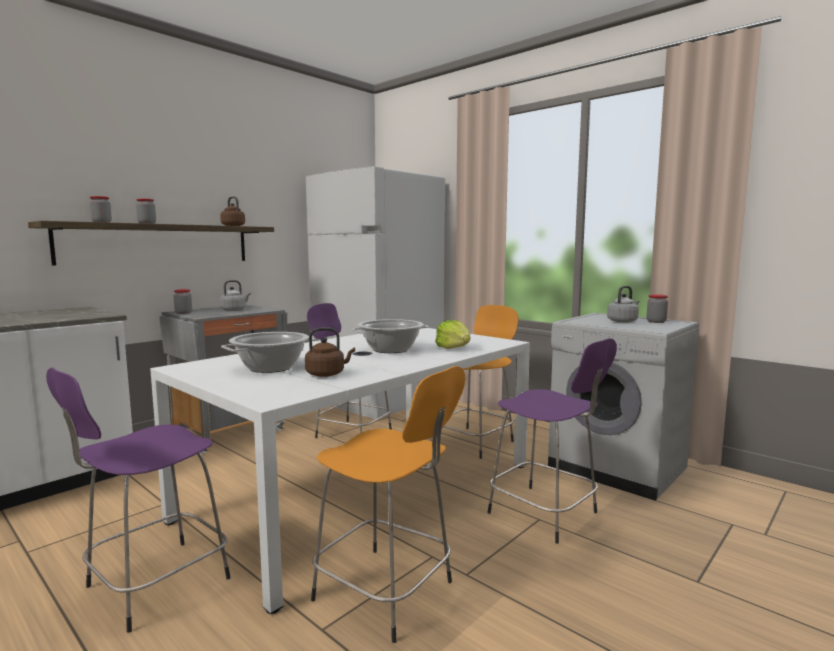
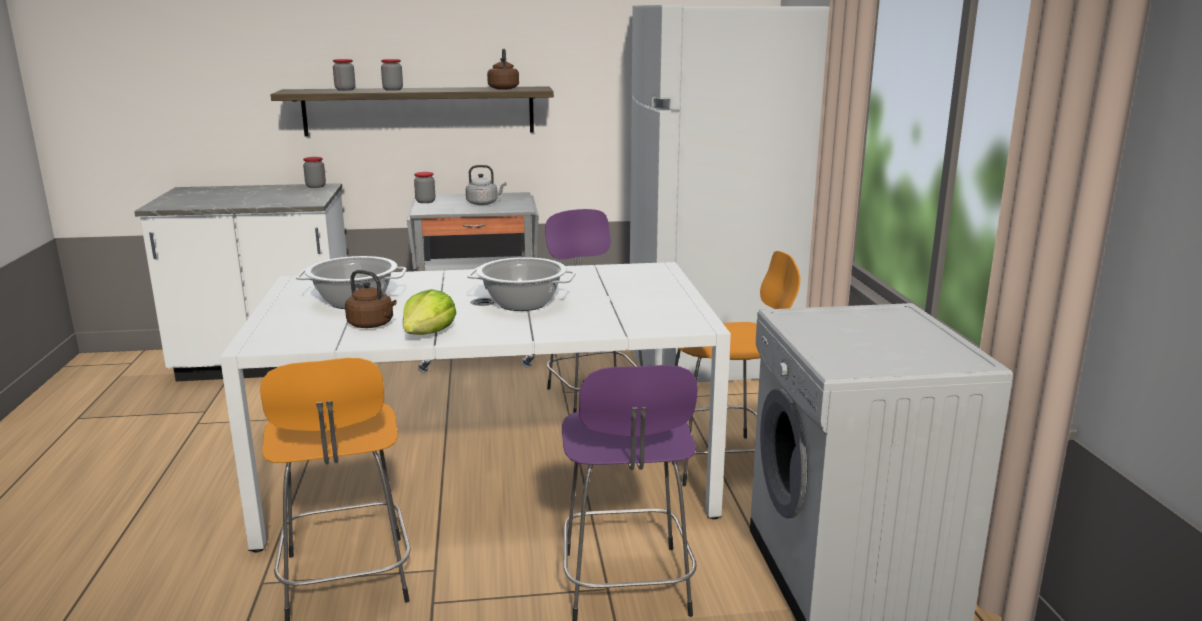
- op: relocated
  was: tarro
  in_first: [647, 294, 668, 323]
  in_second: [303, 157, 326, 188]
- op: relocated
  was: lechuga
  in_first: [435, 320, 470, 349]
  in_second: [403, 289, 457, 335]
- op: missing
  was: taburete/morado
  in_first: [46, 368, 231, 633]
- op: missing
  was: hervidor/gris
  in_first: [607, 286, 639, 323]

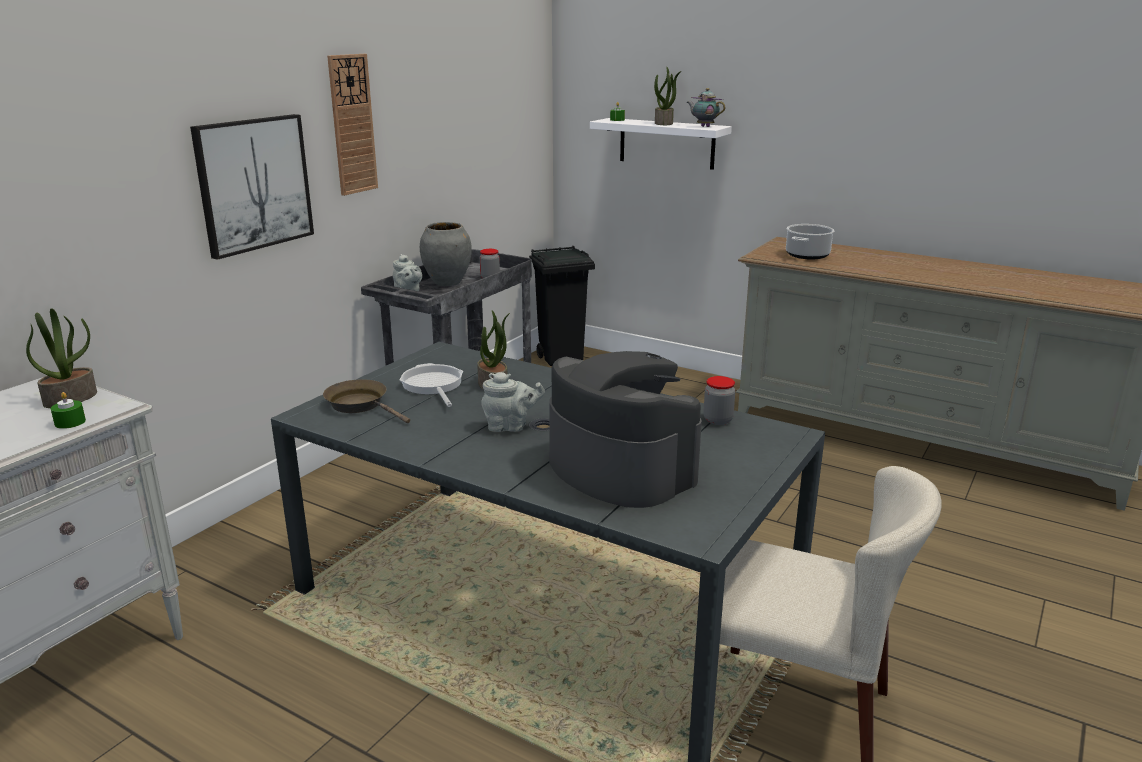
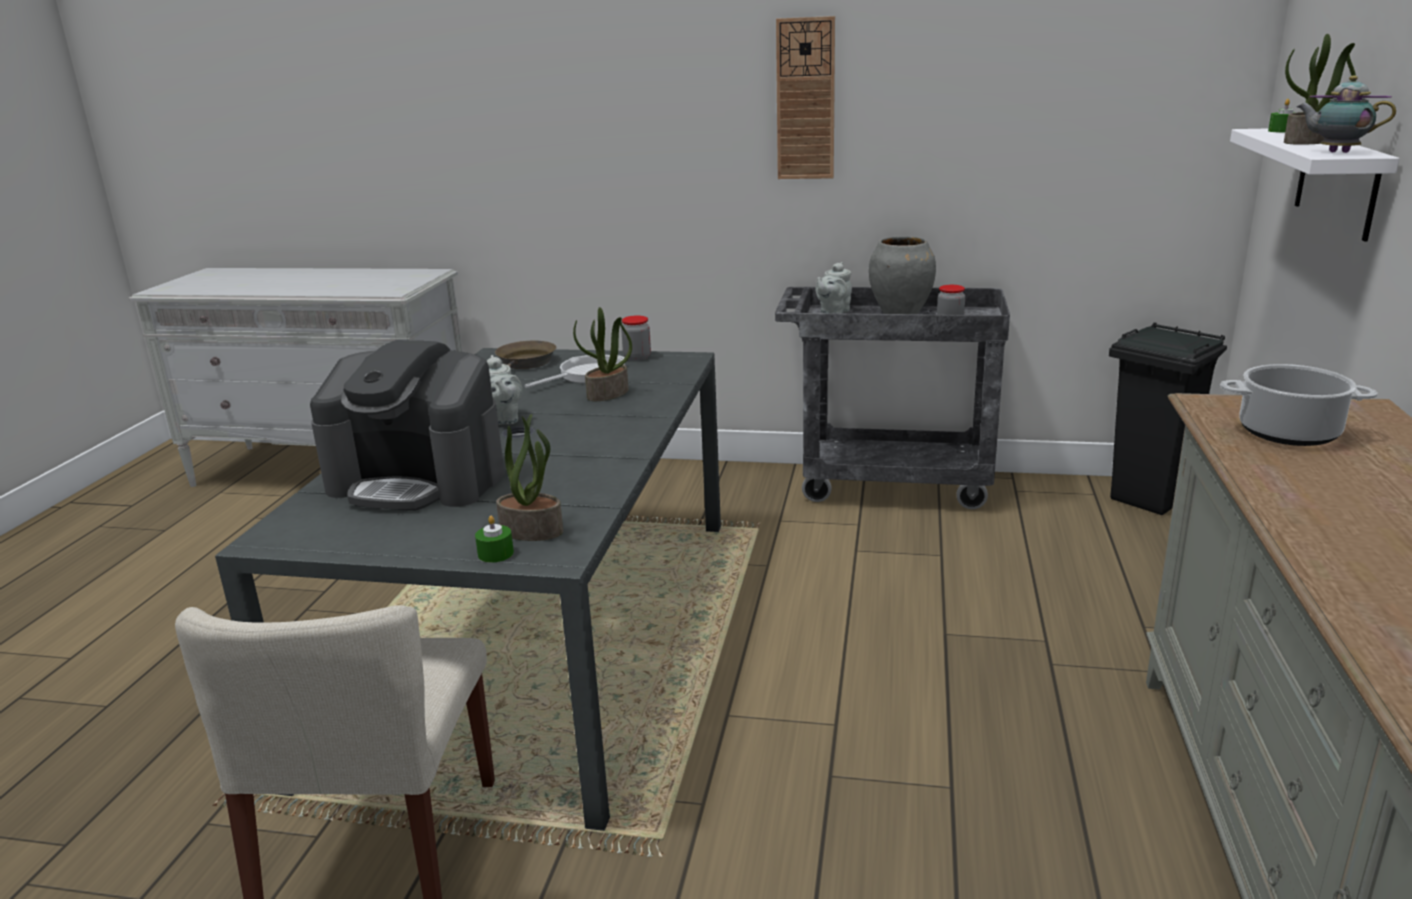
- op: spun
  was: cafetera
  in_first: [549, 351, 702, 508]
  in_second: [310, 340, 505, 511]
  clockwise: 75
- op: relocated
  was: vela/verde
  in_first: [51, 392, 86, 429]
  in_second: [475, 516, 514, 563]
- op: relocated
  was: planta en maceta
  in_first: [26, 308, 97, 408]
  in_second: [496, 414, 563, 541]
- op: relocated
  was: tarro
  in_first: [704, 376, 735, 425]
  in_second: [621, 315, 651, 361]
- op: spun
  was: tetera
  in_first: [687, 88, 725, 127]
  in_second: [1297, 76, 1396, 153]
  clockwise: -75
- op: missing
  was: cuadro
  in_first: [190, 114, 314, 260]

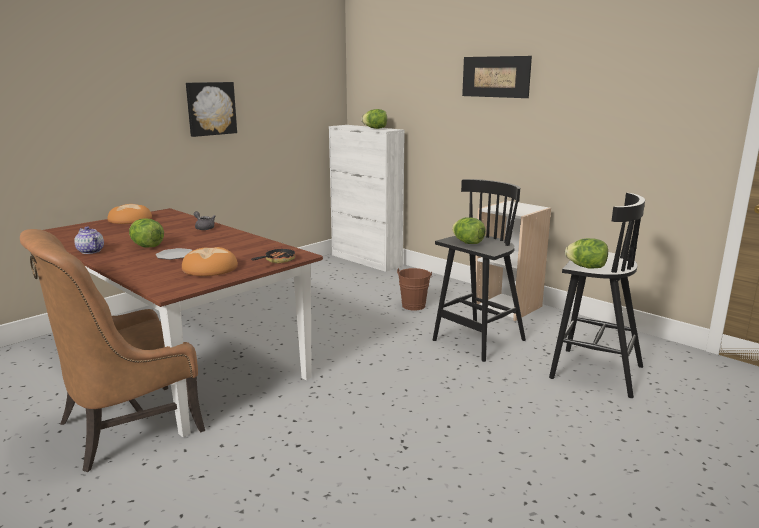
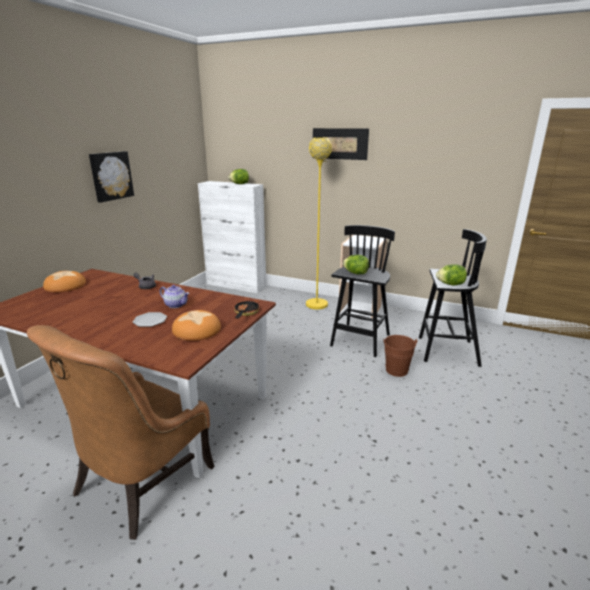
- op: relocated
  was: tetera
  in_first: [74, 226, 104, 254]
  in_second: [160, 285, 189, 308]
- op: appeared
  now: lámpara de pie/amarillo
  in_second: [306, 137, 332, 309]
- op: relocated
  was: cubo/marrón
  in_first: [397, 268, 432, 311]
  in_second: [383, 335, 417, 377]
- op: missing
  was: lechuga
  in_first: [129, 219, 164, 248]

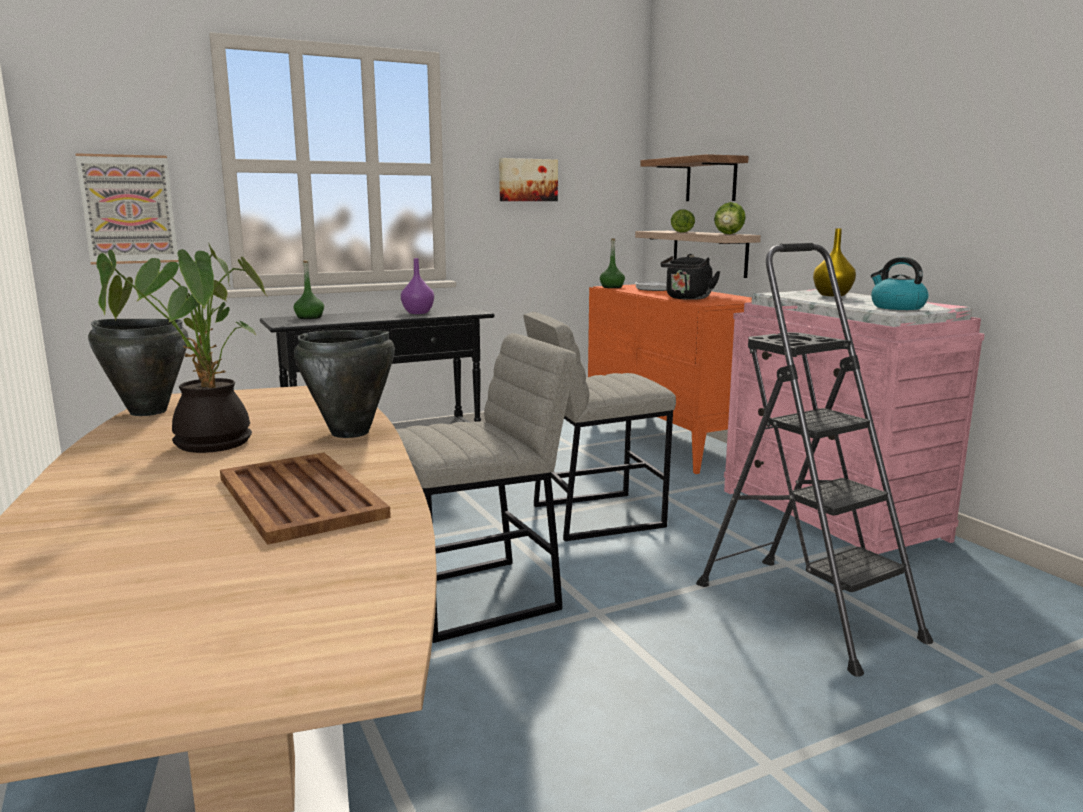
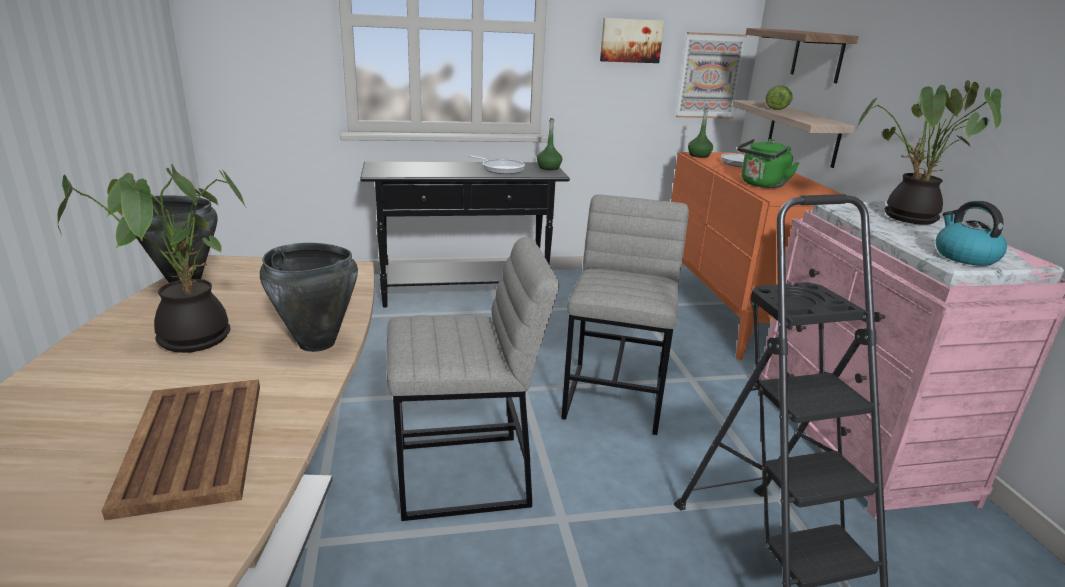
- op: exchanged
  was: florero/morado
  now: sartén
  in_first: [401, 258, 434, 314]
  in_second: [469, 155, 525, 174]
- op: relocated
  was: botella/verde
  in_first: [294, 260, 324, 319]
  in_second: [537, 118, 562, 170]
- op: spun
  was: silla/gris
  in_first: [523, 312, 676, 541]
  in_second: [561, 194, 689, 435]
  clockwise: 105
- op: relocated
  was: cuadro
  in_first: [75, 153, 178, 265]
  in_second: [676, 32, 747, 118]
- op: colour
  was: hervidor/negro
  now: hervidor/verde
  in_first: [660, 254, 721, 300]
  in_second: [737, 139, 799, 188]
- op: exchanged
  was: florero/amarillo
  now: planta en maceta
  in_first: [813, 229, 856, 296]
  in_second: [857, 80, 1002, 225]
- op: missing
  was: lechuga
  in_first: [714, 202, 746, 234]

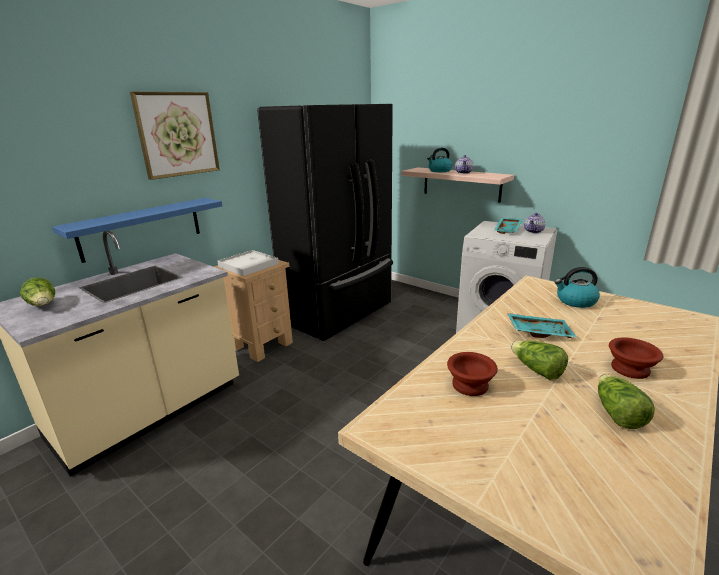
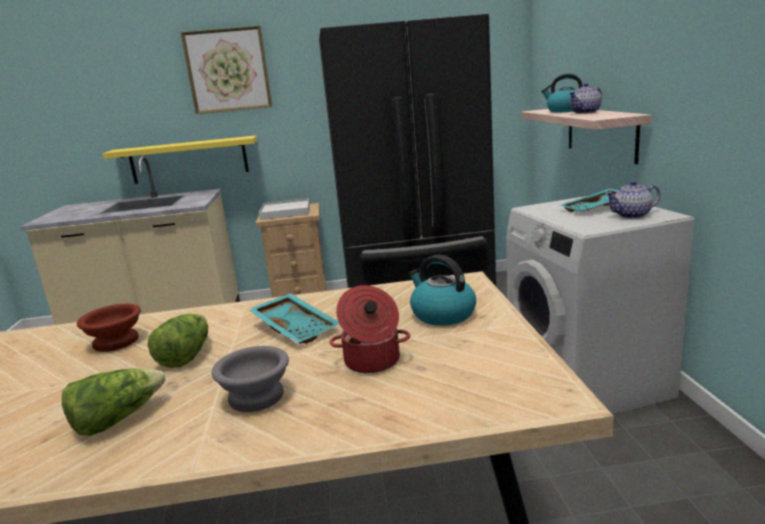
- op: colour
  was: estante/azul
  now: estante/amarillo
  in_first: [52, 198, 222, 263]
  in_second: [102, 135, 257, 184]
- op: colour
  was: cuenco/marrón
  now: cuenco/gris
  in_first: [609, 337, 664, 379]
  in_second: [212, 346, 289, 412]
- op: appeared
  now: olla
  in_second: [329, 285, 410, 373]
- op: missing
  was: lechuga
  in_first: [20, 277, 55, 306]

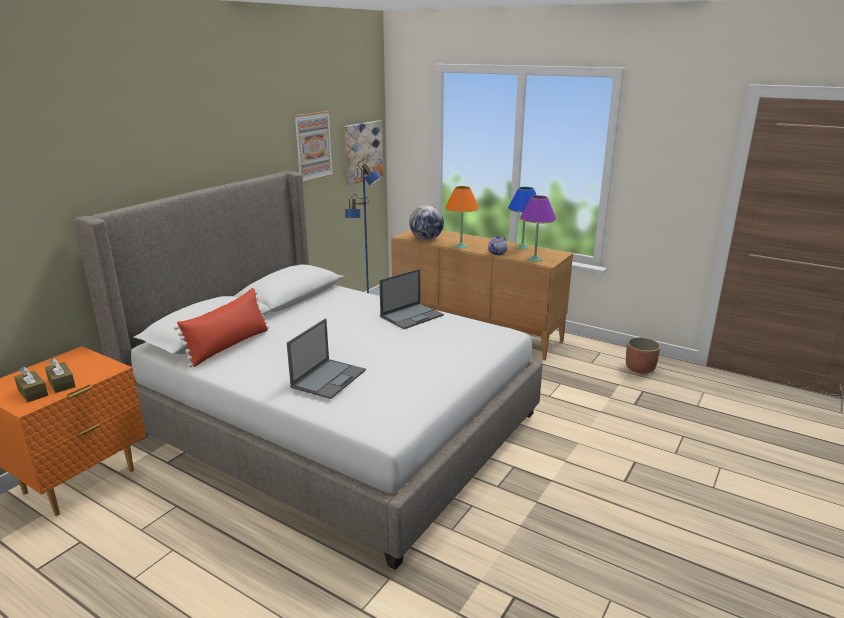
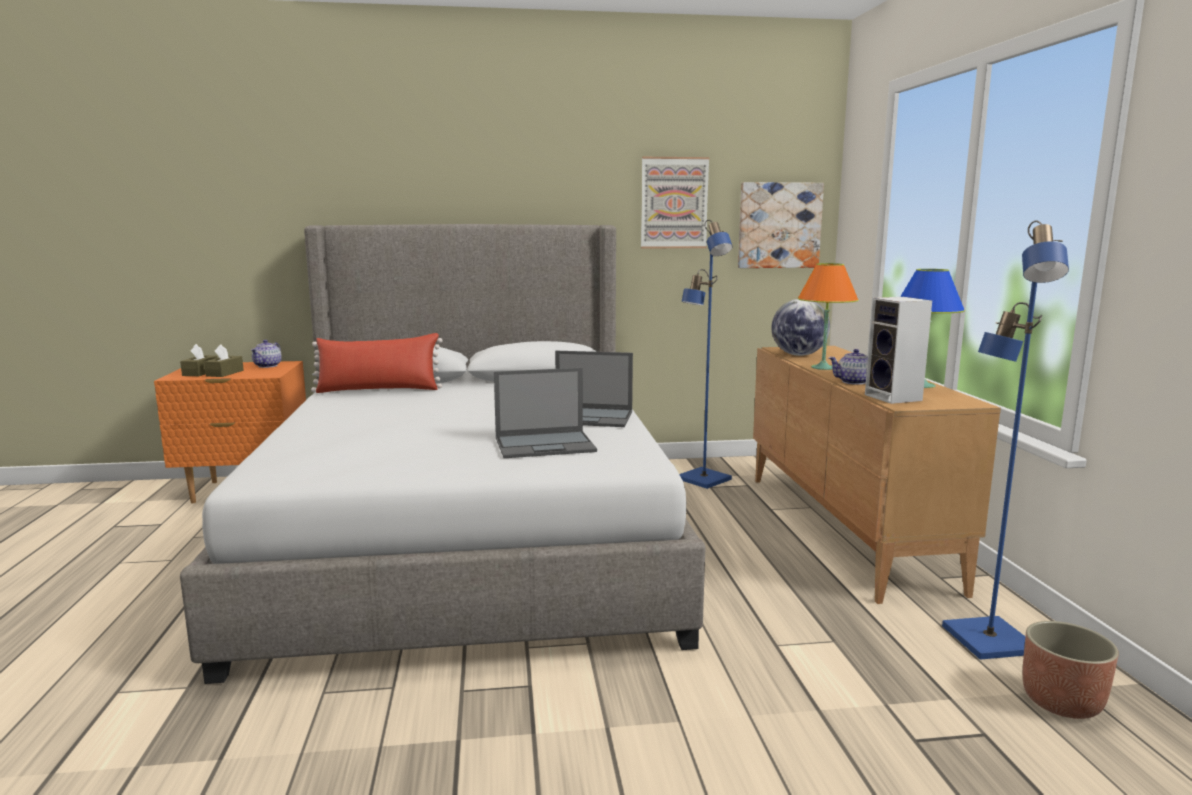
- op: appeared
  now: tetera
  in_second: [251, 340, 282, 368]
- op: relocated
  was: portátil
  in_first: [287, 318, 366, 399]
  in_second: [494, 368, 597, 458]
- op: exchanged
  was: lámpara de mesa/morado
  now: altavoz
  in_first: [520, 195, 557, 261]
  in_second: [865, 297, 932, 404]
- op: appeared
  now: lámpara de pie/azul
  in_second: [942, 220, 1069, 660]

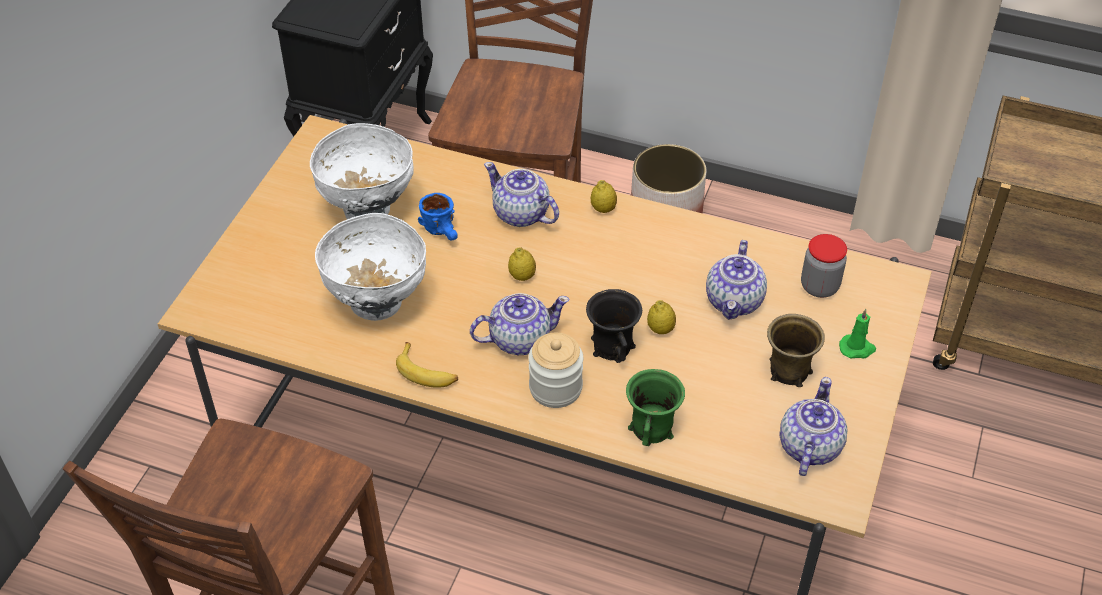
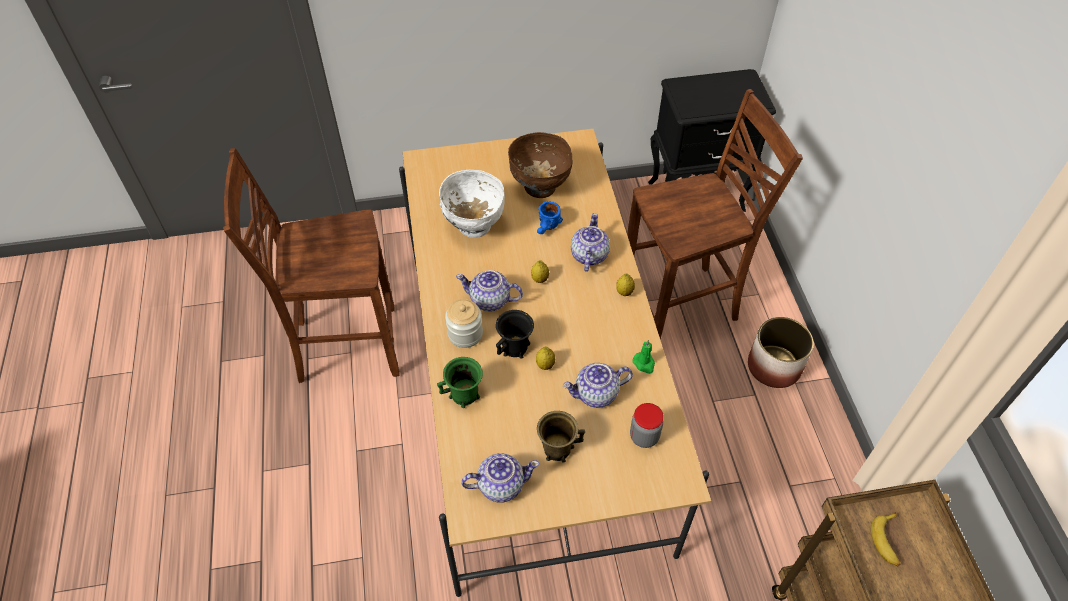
- op: spun
  was: tetera
  in_first: [470, 293, 569, 355]
  in_second: [456, 270, 523, 311]
  clockwise: 150
- op: colour
  was: cuenco/blanco
  now: cuenco/marrón
  in_first: [310, 123, 414, 219]
  in_second: [508, 132, 572, 198]
- op: relocated
  was: vela/verde
  in_first: [839, 309, 876, 359]
  in_second: [632, 340, 655, 374]
- op: relocated
  was: plátano
  in_first: [396, 342, 458, 388]
  in_second: [871, 512, 901, 566]

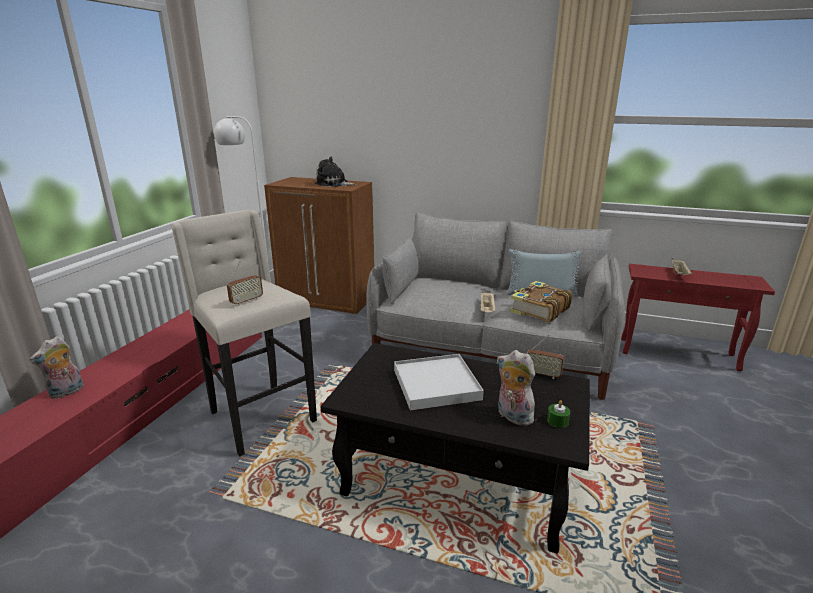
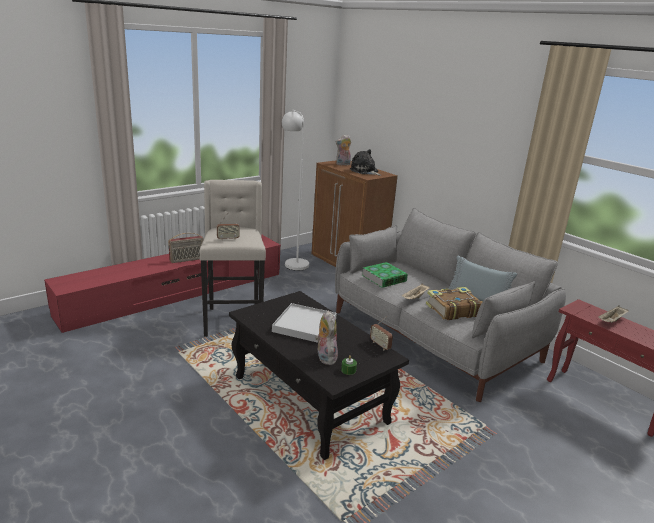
- op: appeared
  now: radio
  in_second: [168, 233, 204, 263]
- op: relocated
  was: peluche
  in_first: [29, 336, 83, 399]
  in_second: [336, 135, 351, 165]
- op: appeared
  now: libro
  in_second: [362, 262, 408, 288]

